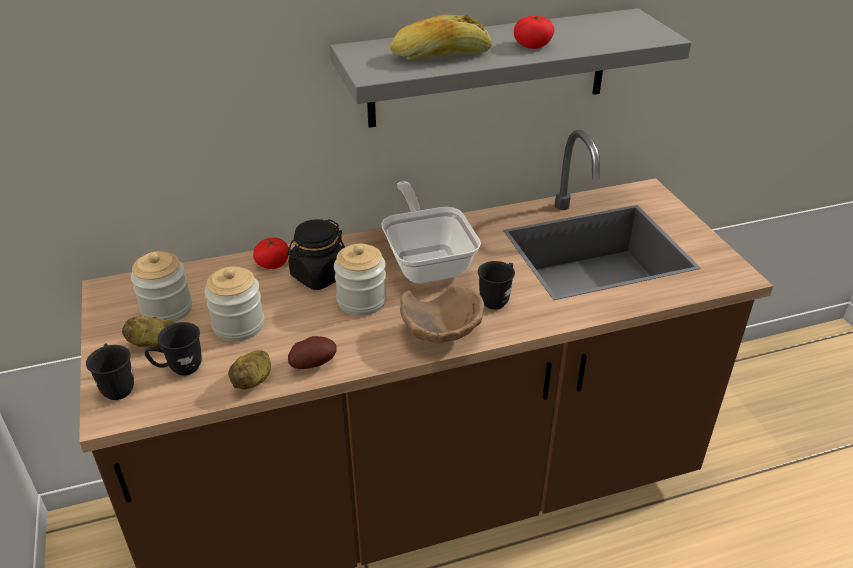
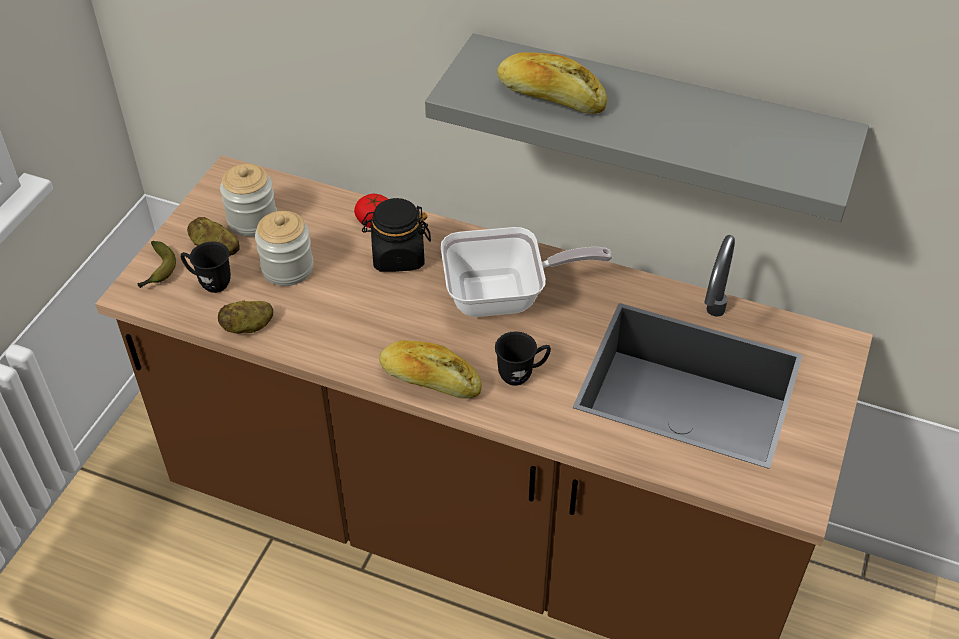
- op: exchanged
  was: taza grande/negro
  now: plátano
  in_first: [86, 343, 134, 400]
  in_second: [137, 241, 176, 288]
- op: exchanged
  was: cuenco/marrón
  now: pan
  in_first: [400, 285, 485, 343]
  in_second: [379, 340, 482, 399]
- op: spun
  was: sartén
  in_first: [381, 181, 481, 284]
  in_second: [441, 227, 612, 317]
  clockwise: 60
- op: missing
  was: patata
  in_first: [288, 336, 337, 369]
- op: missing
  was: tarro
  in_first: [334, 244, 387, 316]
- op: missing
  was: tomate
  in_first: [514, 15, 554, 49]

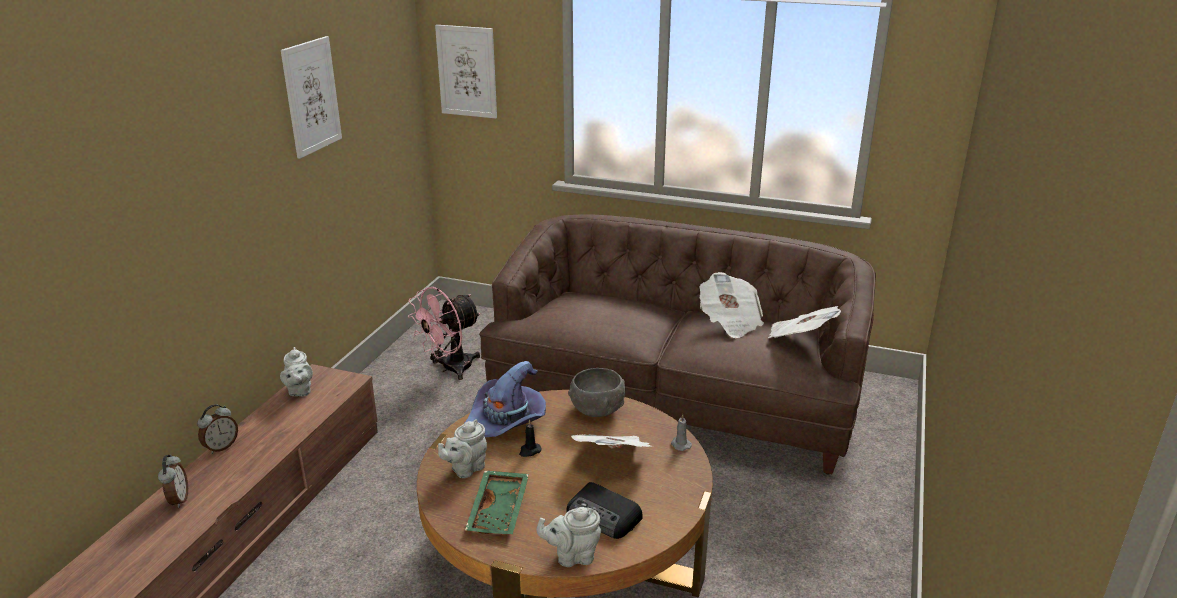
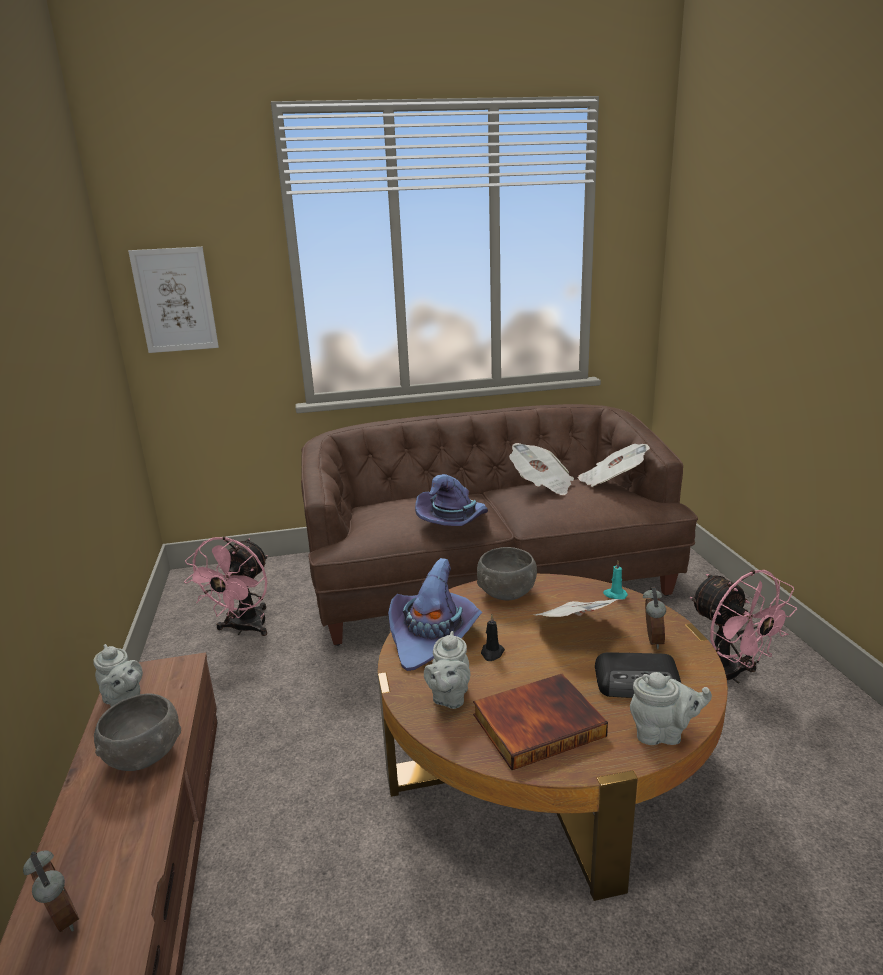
- op: appeared
  now: cuenco/gris
  in_second: [94, 693, 181, 771]
- op: appeared
  now: sombrero/morado
  in_second: [415, 474, 488, 526]
- op: exchanged
  was: bandeja/verde
  now: libro
  in_first: [465, 471, 529, 534]
  in_second: [473, 674, 608, 770]
- op: colour
  was: vela/gris
  now: vela/turquesa
  in_first: [671, 414, 692, 451]
  in_second: [603, 561, 628, 600]
- op: spun
  was: tetera/gris
  in_first: [536, 507, 601, 567]
  in_second: [630, 672, 712, 745]
  clockwise: -135
- op: relocated
  was: despertador
  in_first: [197, 404, 238, 454]
  in_second: [643, 587, 666, 649]
- op: appeared
  now: ventilador/rosa
  in_second: [690, 570, 797, 684]
- op: missing
  was: cuadro
  in_first: [281, 36, 342, 159]

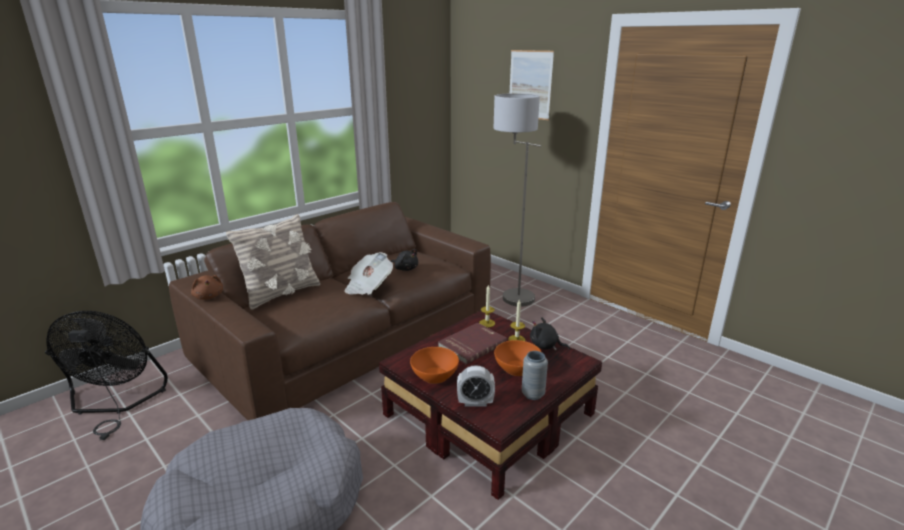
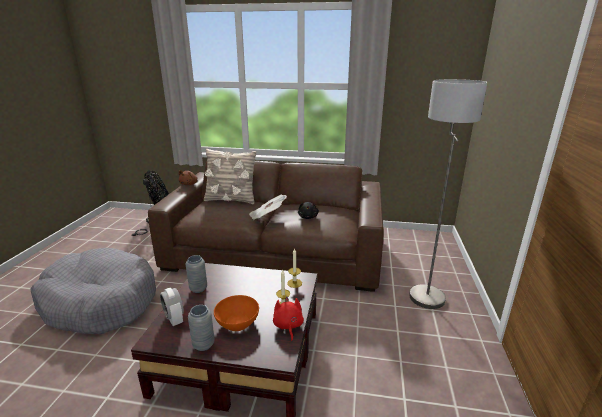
- op: exchanged
  was: cuenco/naranja
  now: florero/gris
  in_first: [410, 347, 459, 384]
  in_second: [186, 255, 207, 293]
- op: colour
  was: peluche/negro
  now: peluche/rojo
  in_first: [530, 317, 570, 350]
  in_second: [273, 296, 304, 342]
- op: missing
  was: libro/rojo
  in_first: [438, 323, 507, 365]
- op: missing
  was: cuadro
  in_first: [510, 50, 554, 120]

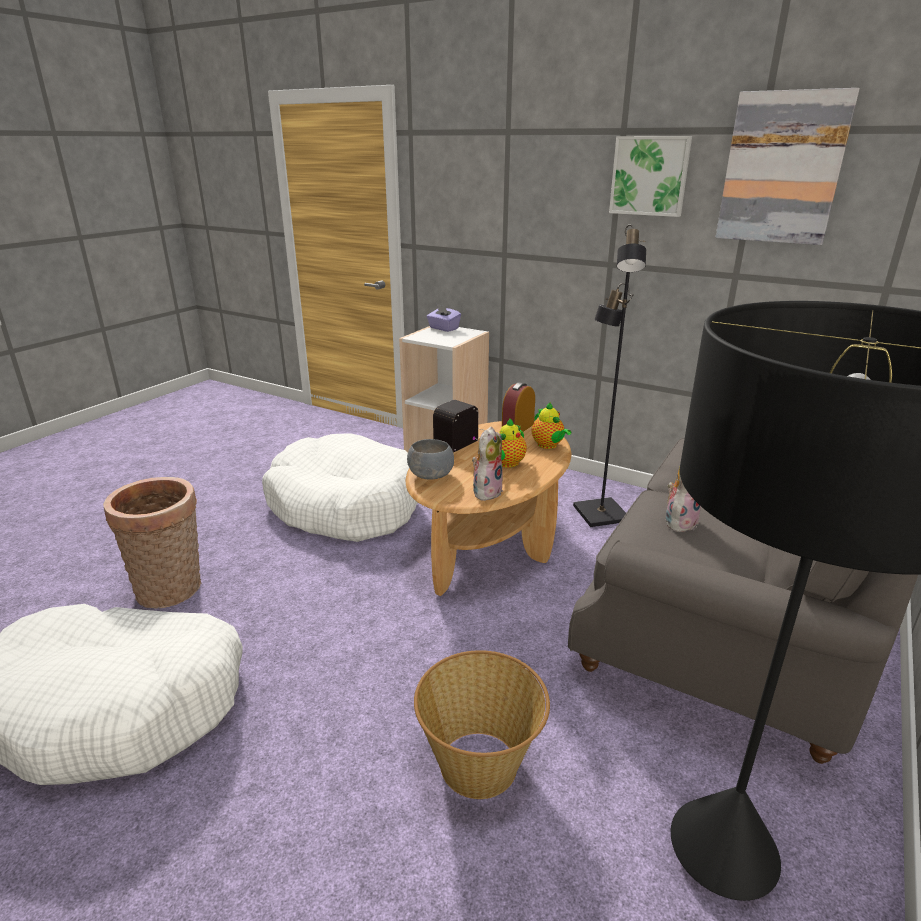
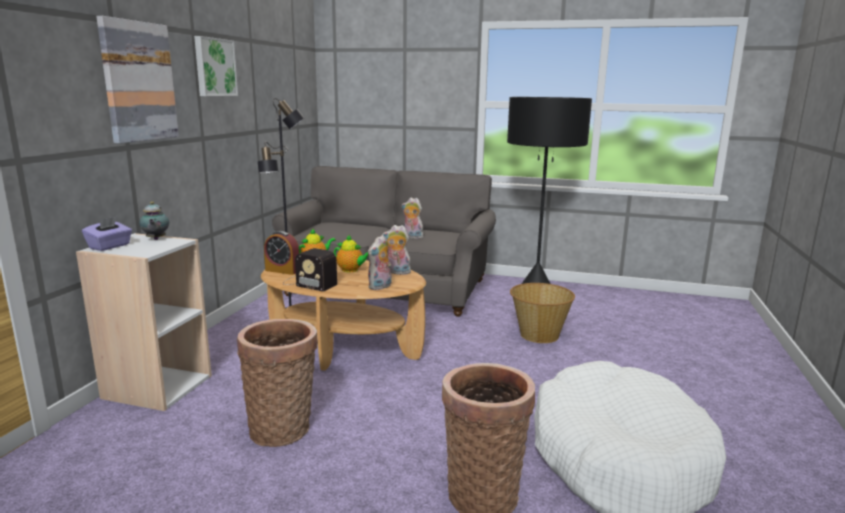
- op: relocated
  was: cuadro
  in_first: [716, 88, 860, 245]
  in_second: [96, 16, 179, 143]
- op: appeared
  now: tetera
  in_second: [139, 201, 169, 240]
- op: exchanged
  was: cama para perro/blanco
  now: cesta
  in_first: [262, 433, 418, 542]
  in_second: [237, 319, 318, 447]
- op: exchanged
  was: cuenco/gris
  now: peluche
  in_first: [407, 439, 454, 480]
  in_second: [368, 235, 392, 290]

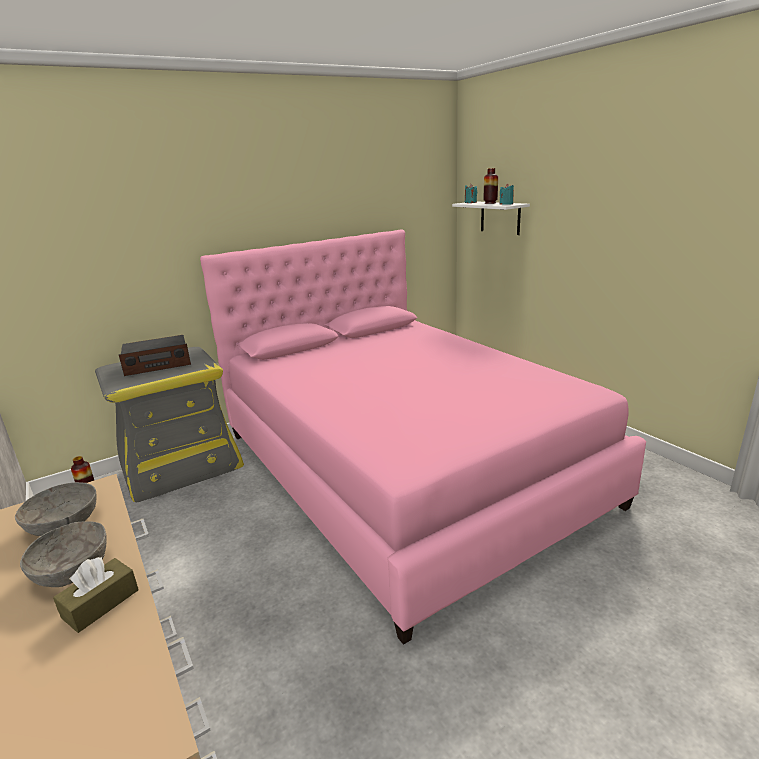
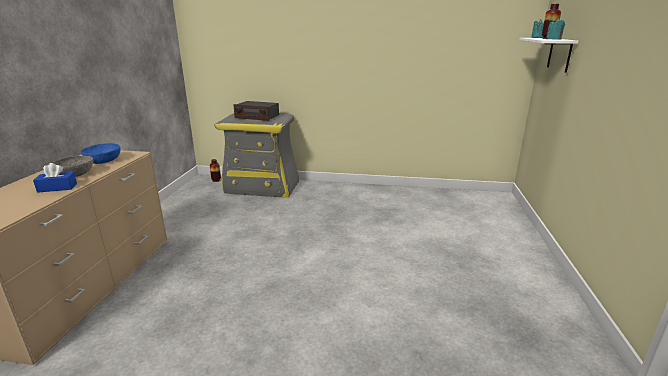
- op: colour
  was: caja de pañuelos/marrón
  now: caja de pañuelos/azul
  in_first: [53, 557, 139, 633]
  in_second: [33, 163, 77, 193]
- op: colour
  was: cuenco/gris
  now: cuenco/azul
  in_first: [15, 482, 97, 536]
  in_second: [81, 143, 120, 164]
- op: missing
  was: cama/rosa
  in_first: [200, 230, 646, 645]

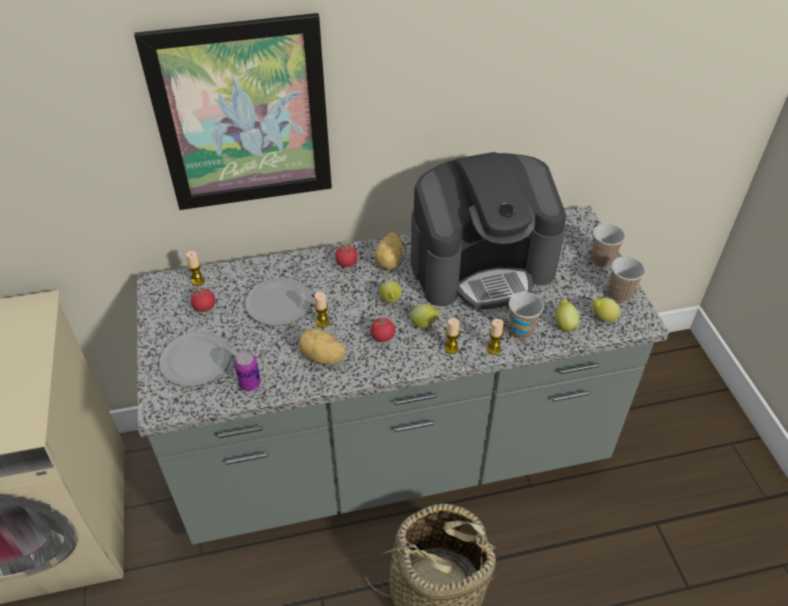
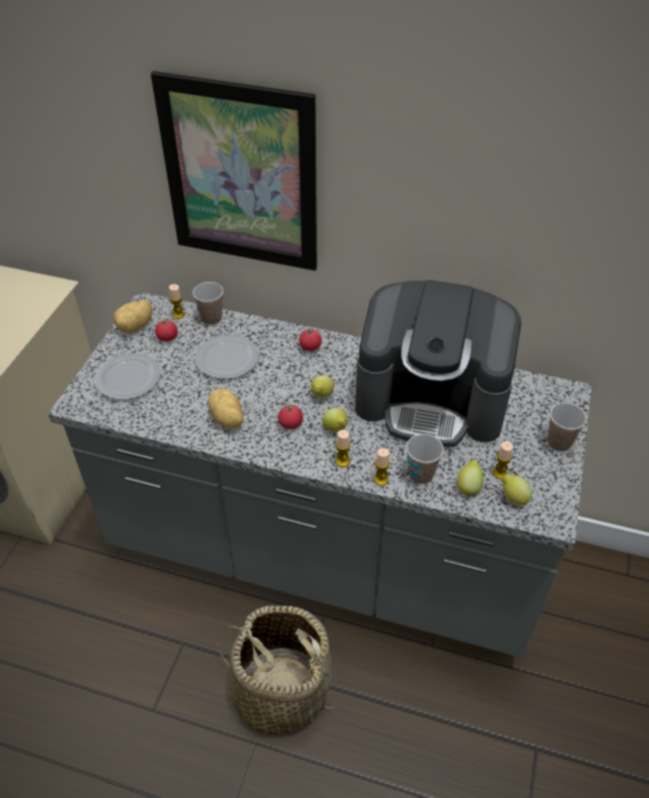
- op: relocated
  was: patata
  in_first: [375, 232, 403, 269]
  in_second: [114, 300, 152, 333]
- op: relocated
  was: taza
  in_first: [609, 257, 645, 302]
  in_second: [193, 282, 223, 325]
- op: relocated
  was: vela
  in_first: [314, 292, 329, 328]
  in_second: [493, 441, 513, 479]
- op: missing
  was: lata
  in_first: [234, 351, 261, 391]

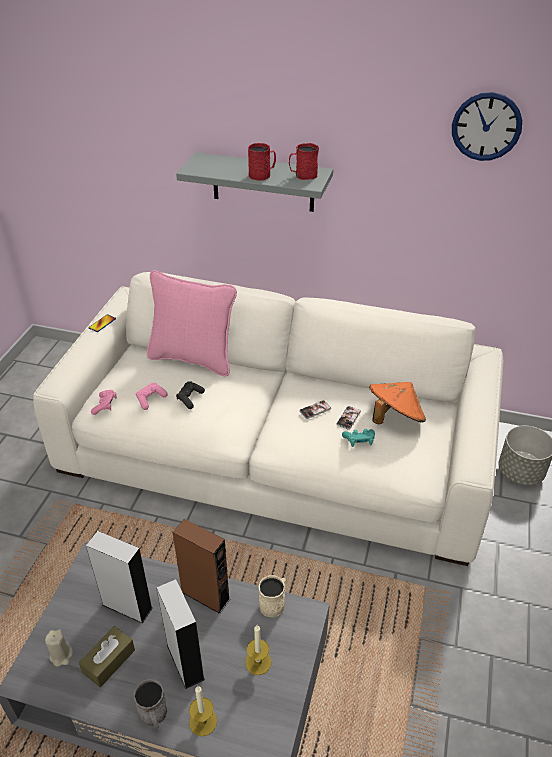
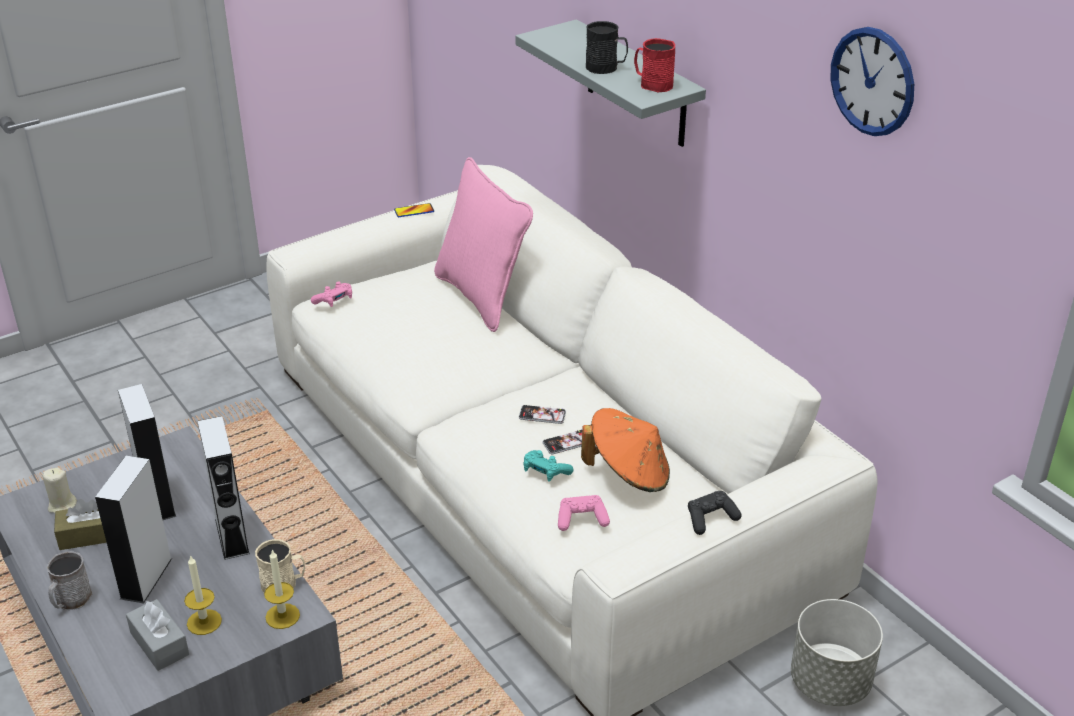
- op: appeared
  now: caja de pañuelos/gris
  in_second: [126, 599, 189, 671]
- op: colour
  was: altavoz/marrón
  now: altavoz/gris
  in_first: [173, 519, 230, 614]
  in_second: [197, 416, 250, 560]
- op: relocated
  was: vela
  in_first: [189, 686, 217, 736]
  in_second: [264, 550, 300, 629]
- op: relocated
  was: mando de consola/rosa
  in_first: [136, 382, 168, 410]
  in_second: [558, 495, 610, 531]
- op: colour
  was: taza grande/rojo
  now: taza grande/negro
  in_first: [248, 143, 276, 181]
  in_second: [586, 21, 628, 74]
- op: relocated
  was: mando de consola/negro
  in_first: [176, 381, 205, 409]
  in_second: [688, 491, 742, 535]

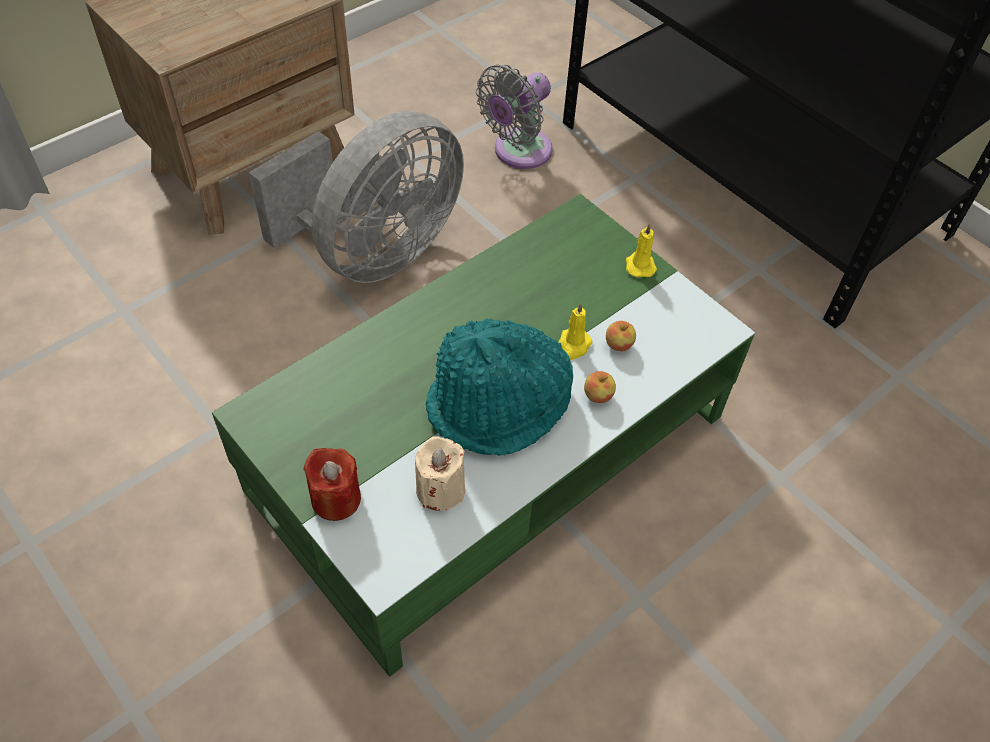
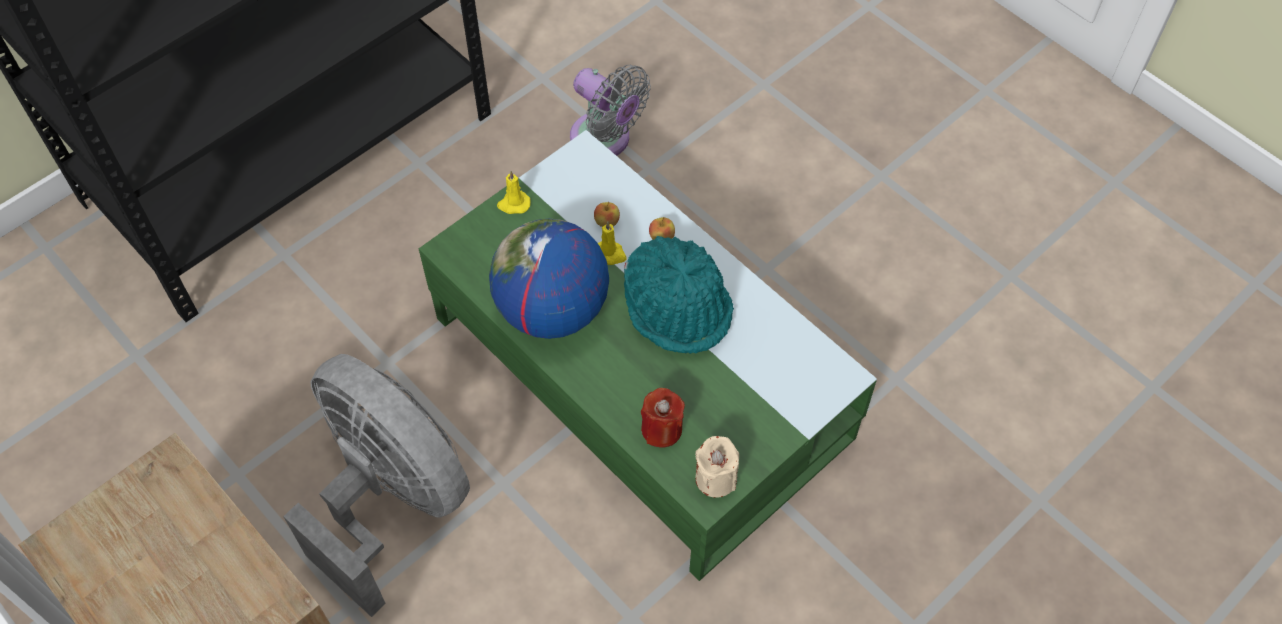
- op: appeared
  now: globo terráqueo
  in_second: [489, 218, 609, 339]
- op: relocated
  was: ventilador/gris
  in_first: [476, 65, 553, 169]
  in_second: [570, 65, 651, 156]
- op: relocated
  was: vela/rojo
  in_first: [303, 448, 361, 521]
  in_second: [641, 388, 685, 448]
- op: relocated
  was: vela/beis
  in_first: [415, 437, 465, 511]
  in_second: [695, 436, 739, 498]

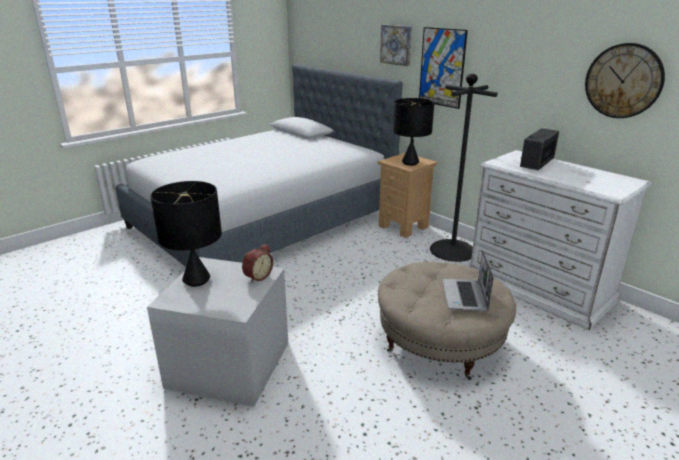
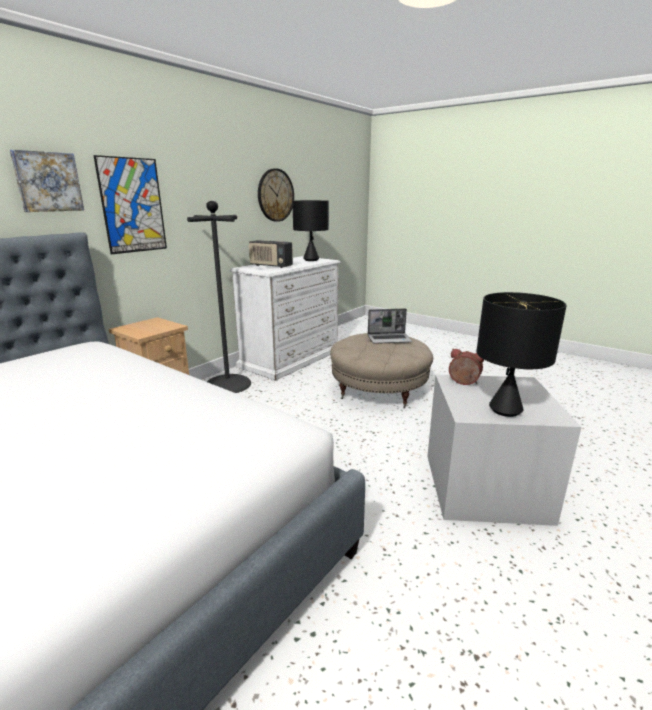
- op: relocated
  was: lámpara de mesa/negro
  in_first: [393, 98, 434, 166]
  in_second: [292, 200, 329, 261]

